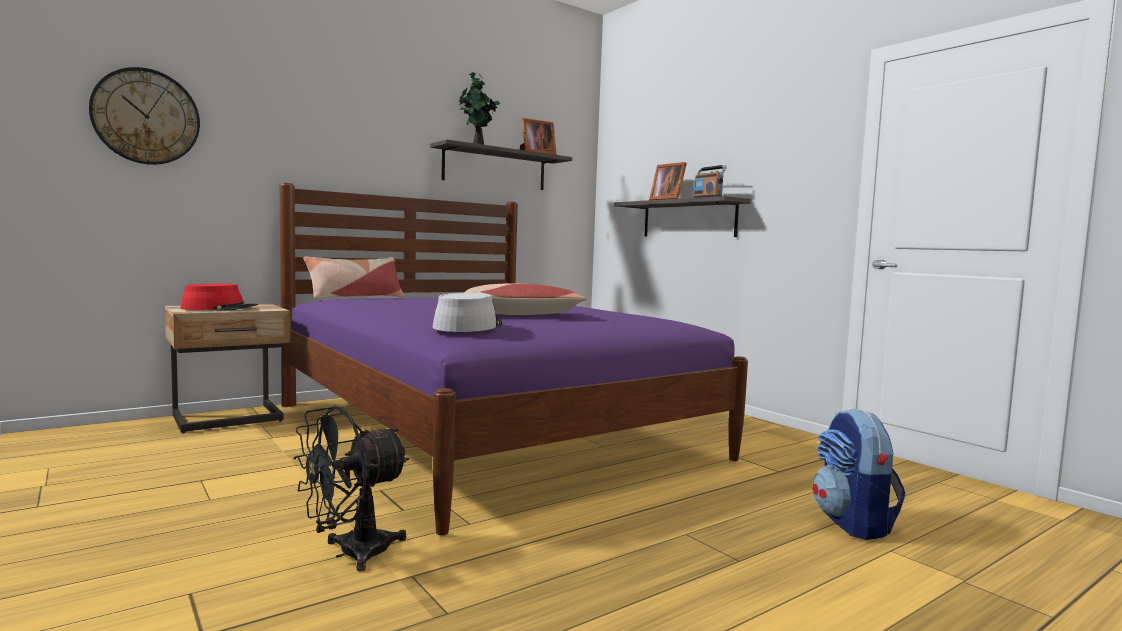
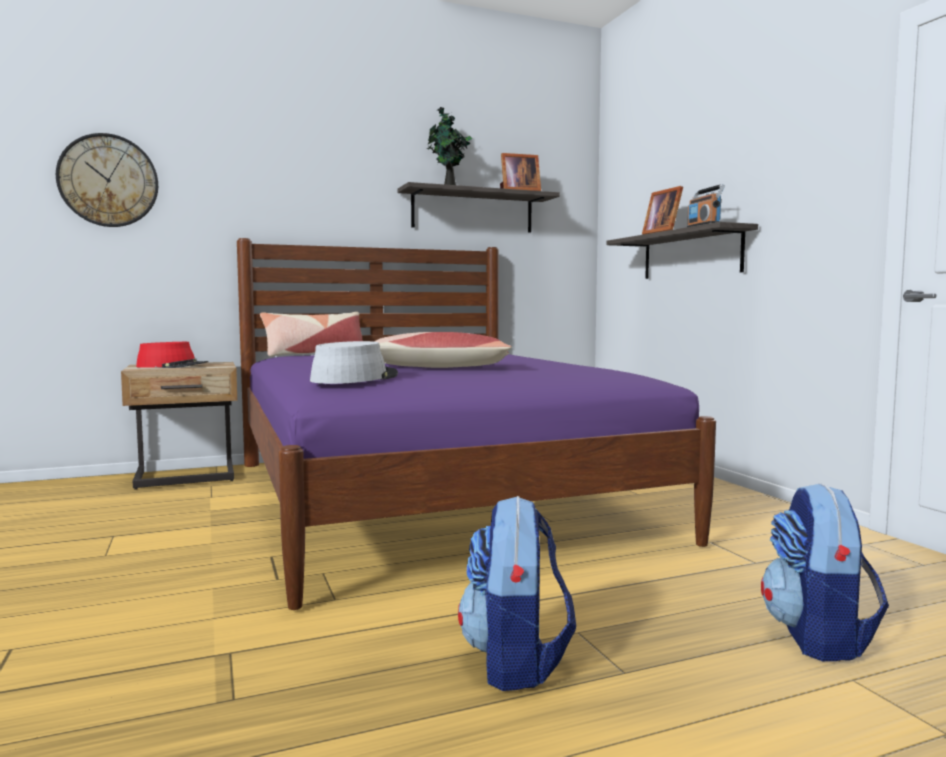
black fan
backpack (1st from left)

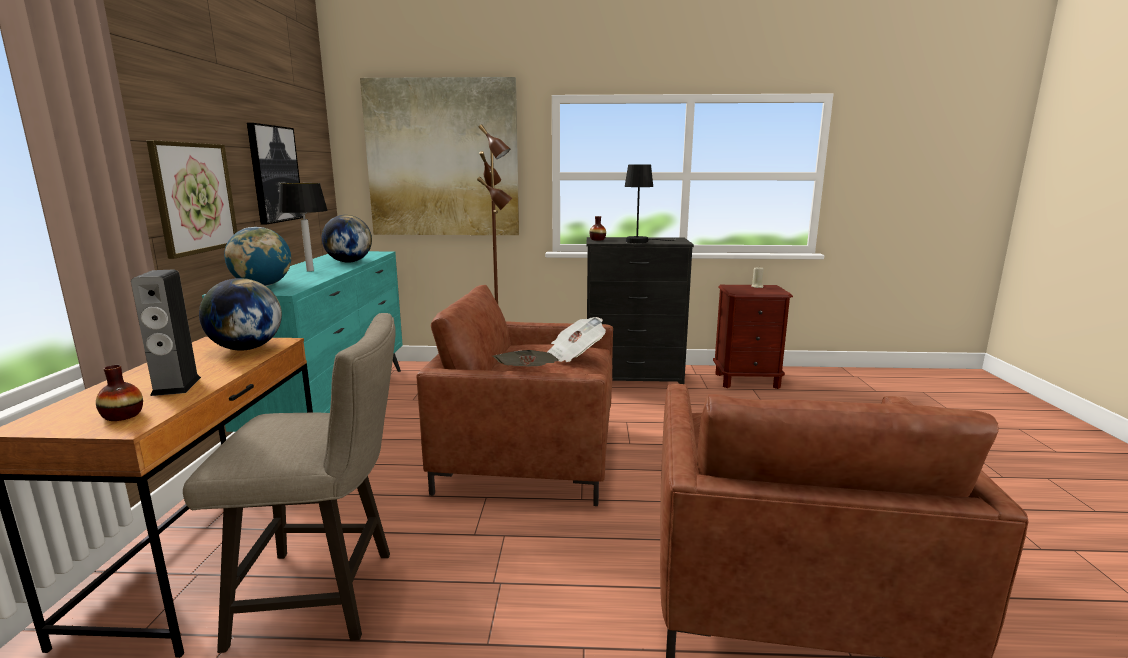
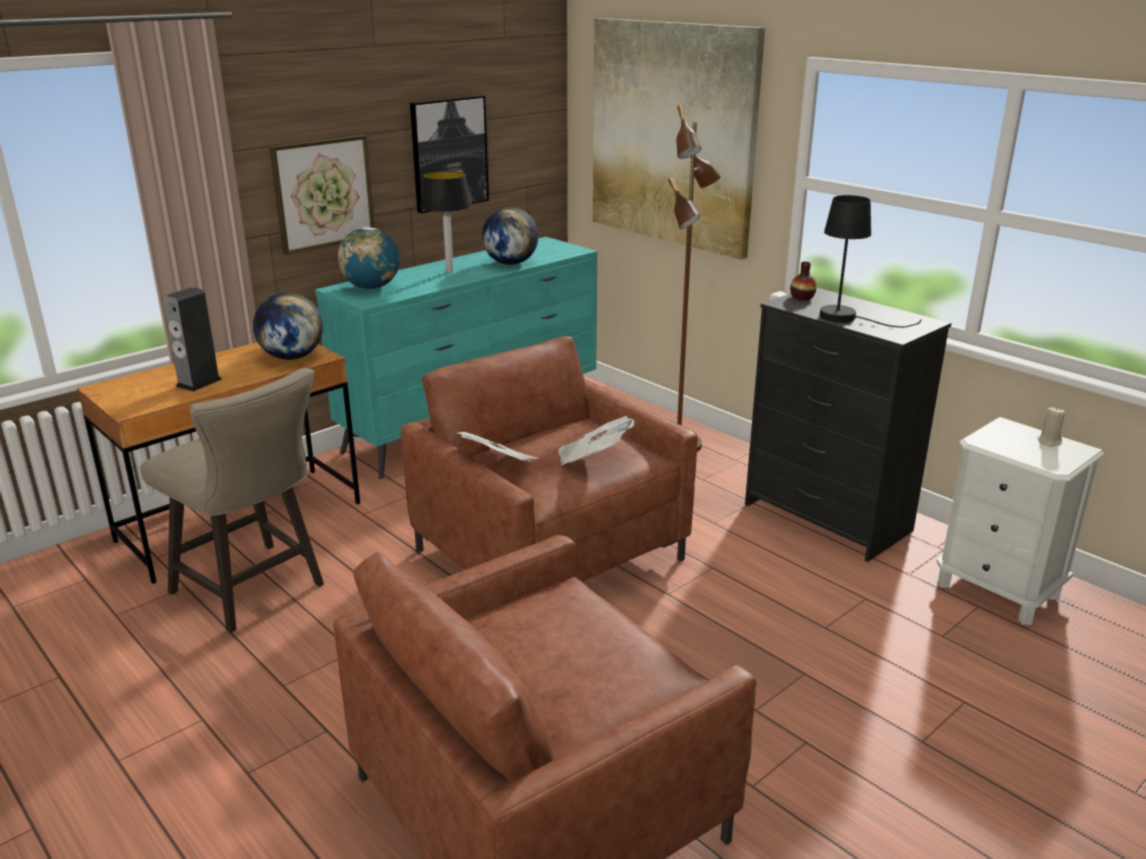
decorative vase (1st from left in the first image)
white-coloured nightstand

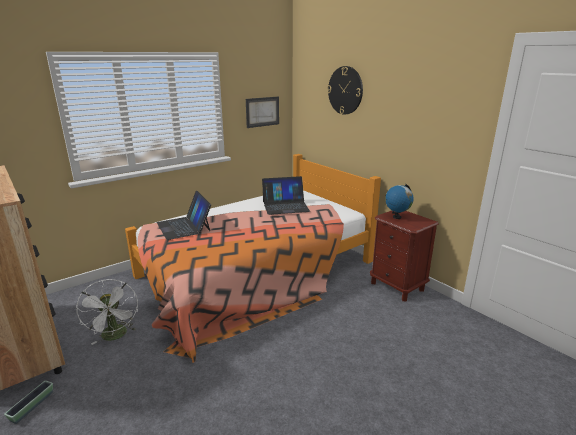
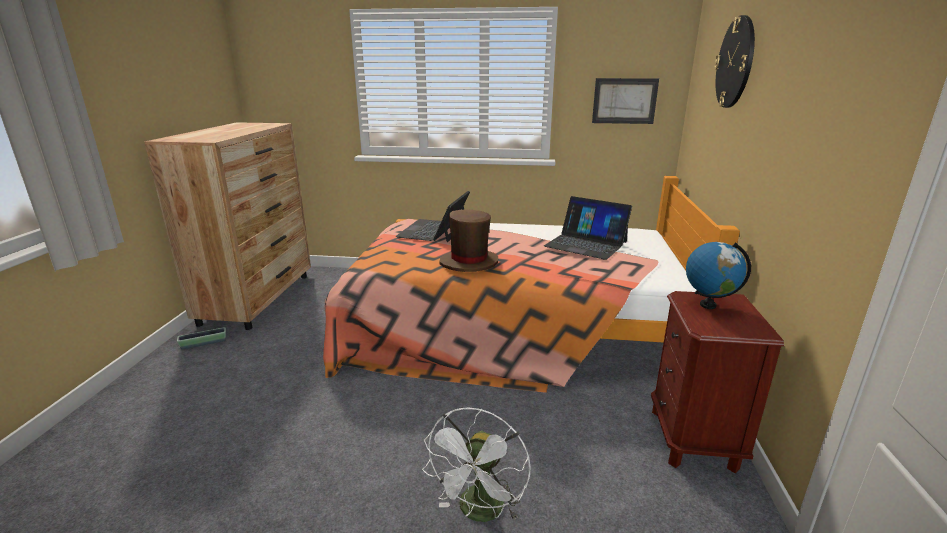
brown-coloured wearable hat
white-coloured fan

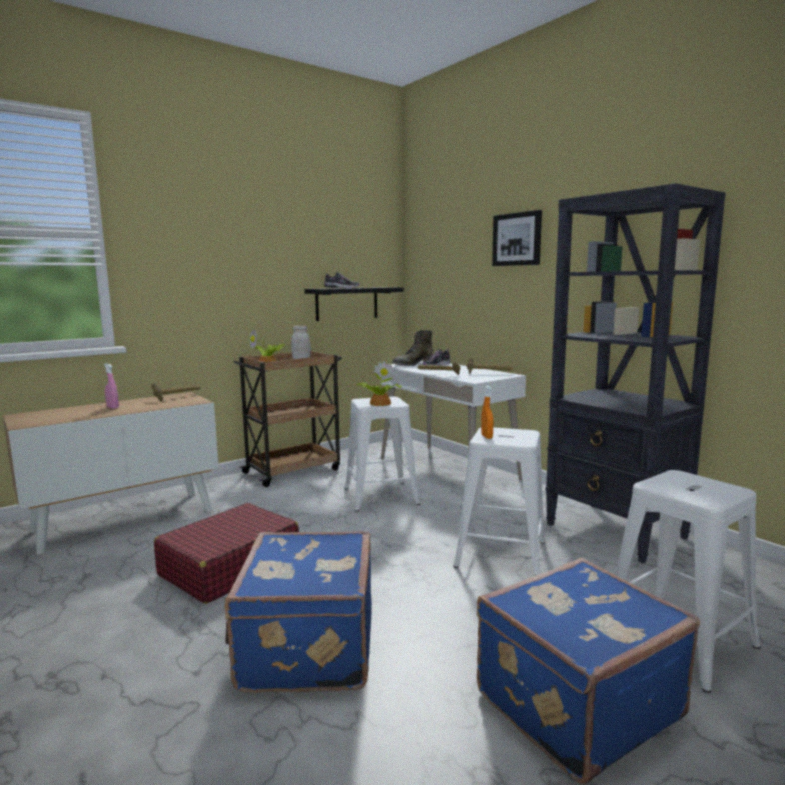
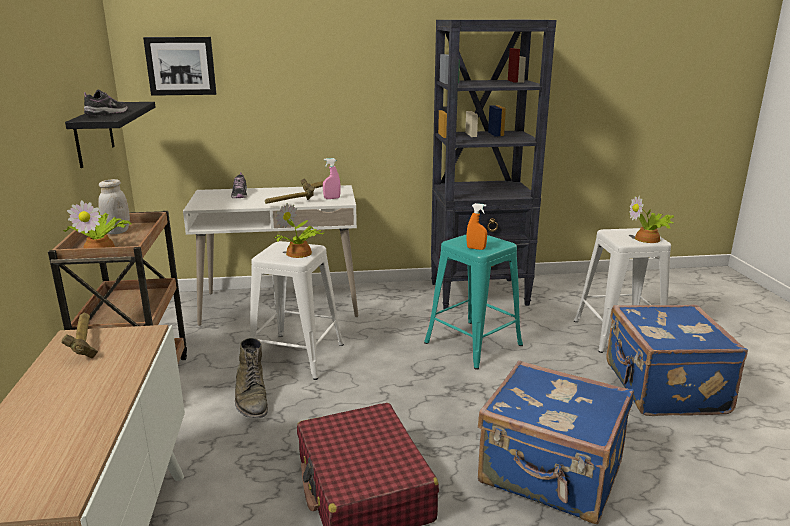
houseplant (3rd from left)
pink-coloured sprayer
green-coloured boot
wall picture
turquoise sitting stool

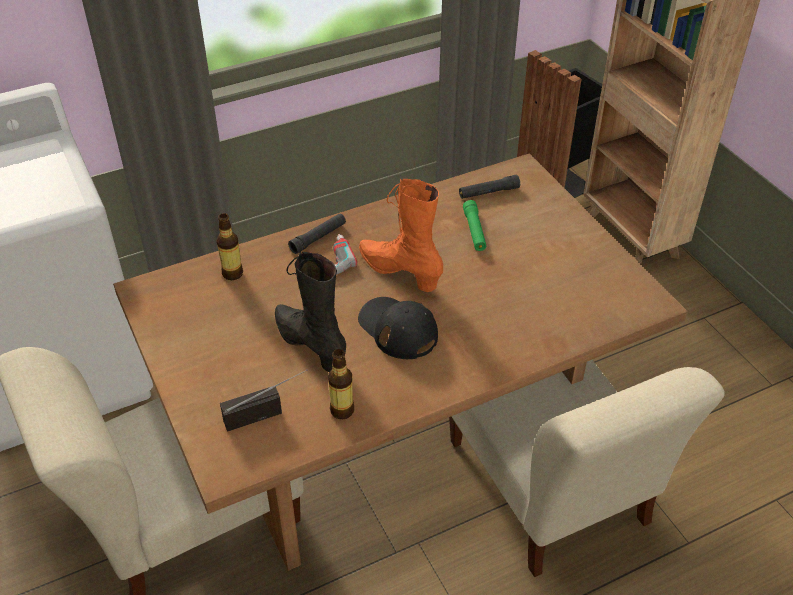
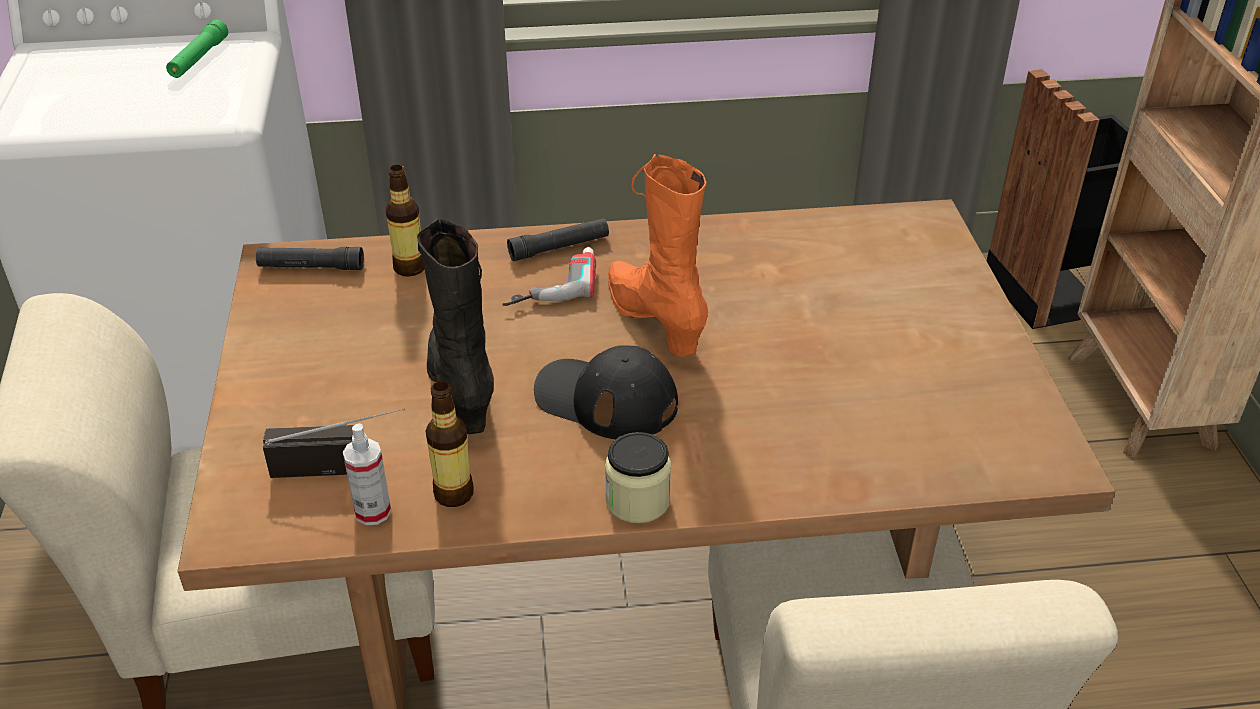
sprayer
preserve jar
black hand torch (1st from left)
green-coloured hand torch
black peaked cap

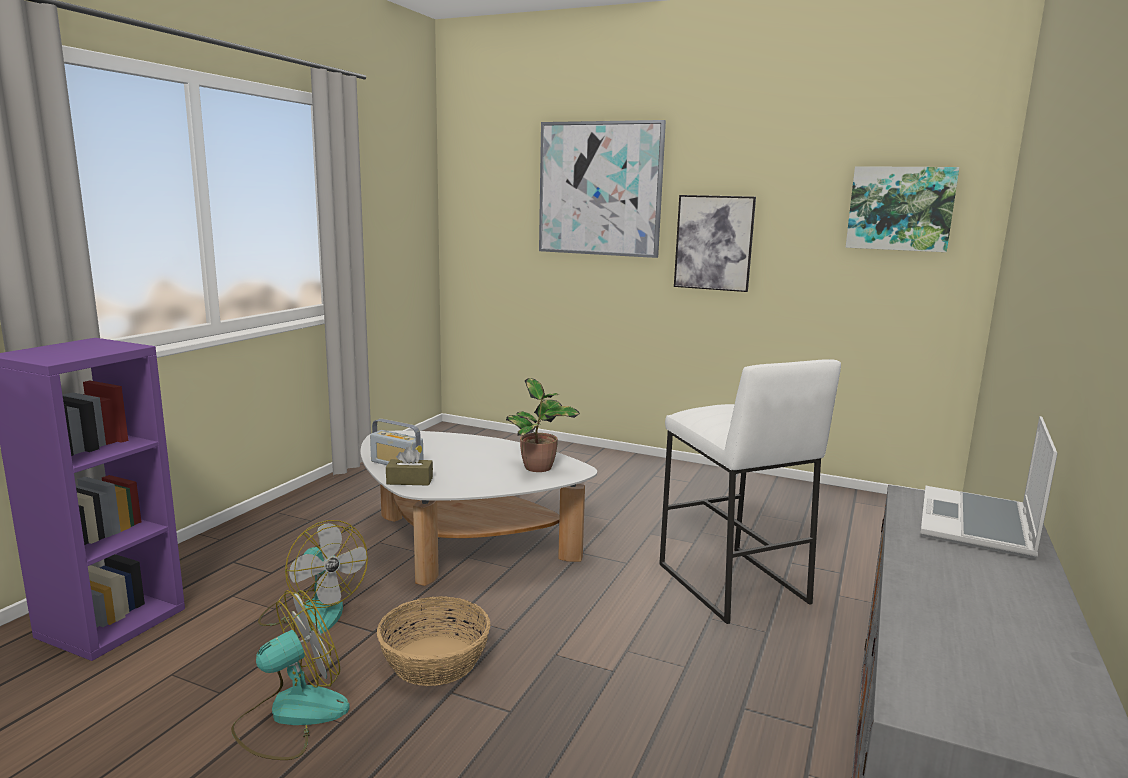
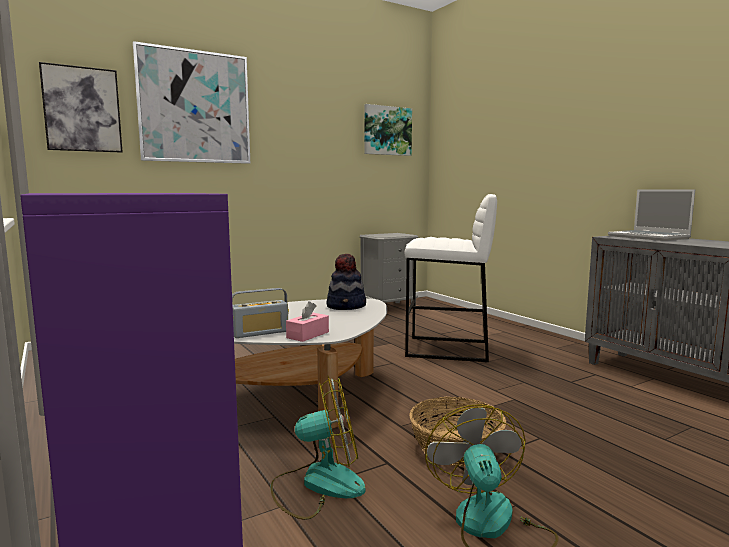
gray nightstand
wall picture (1st from left)
wearable hat
pink-coloured tissue box

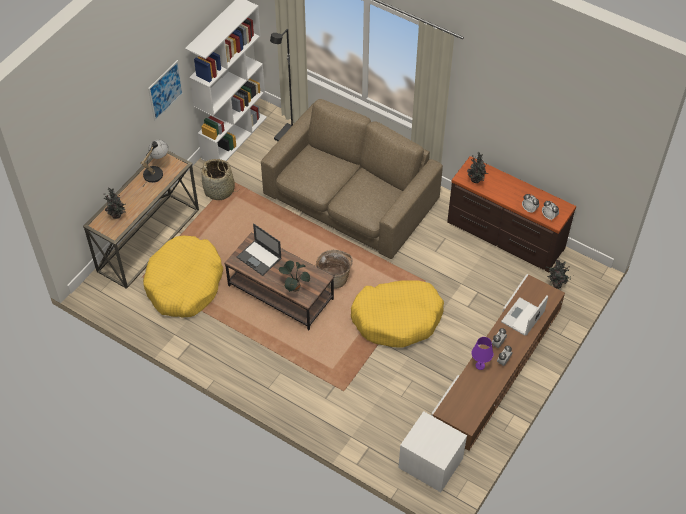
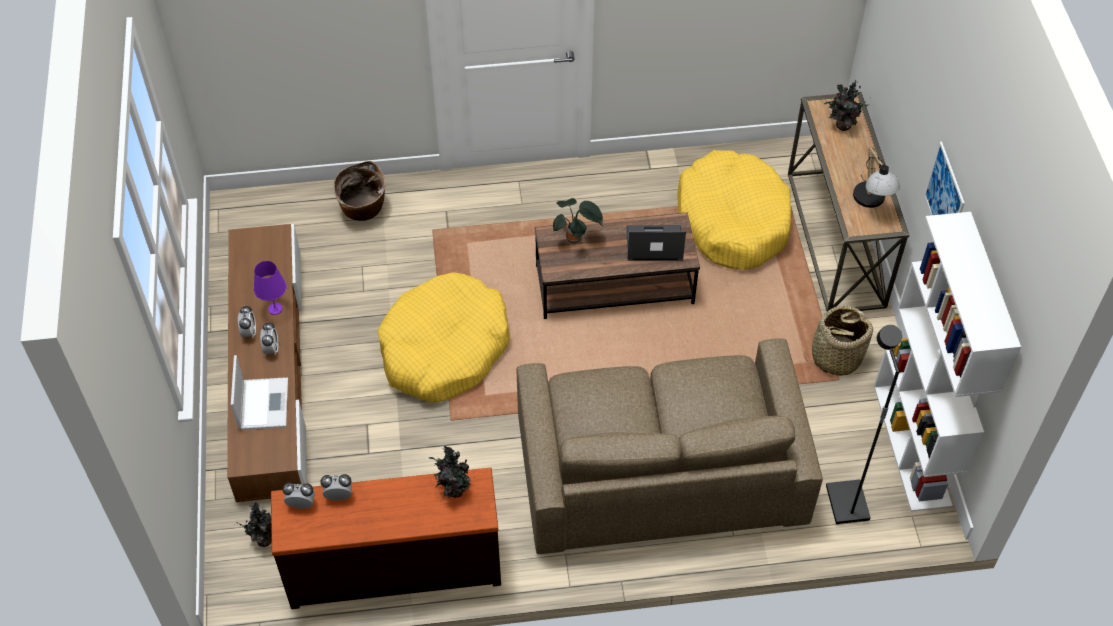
white-coloured nightstand
storage basket (1st from left)

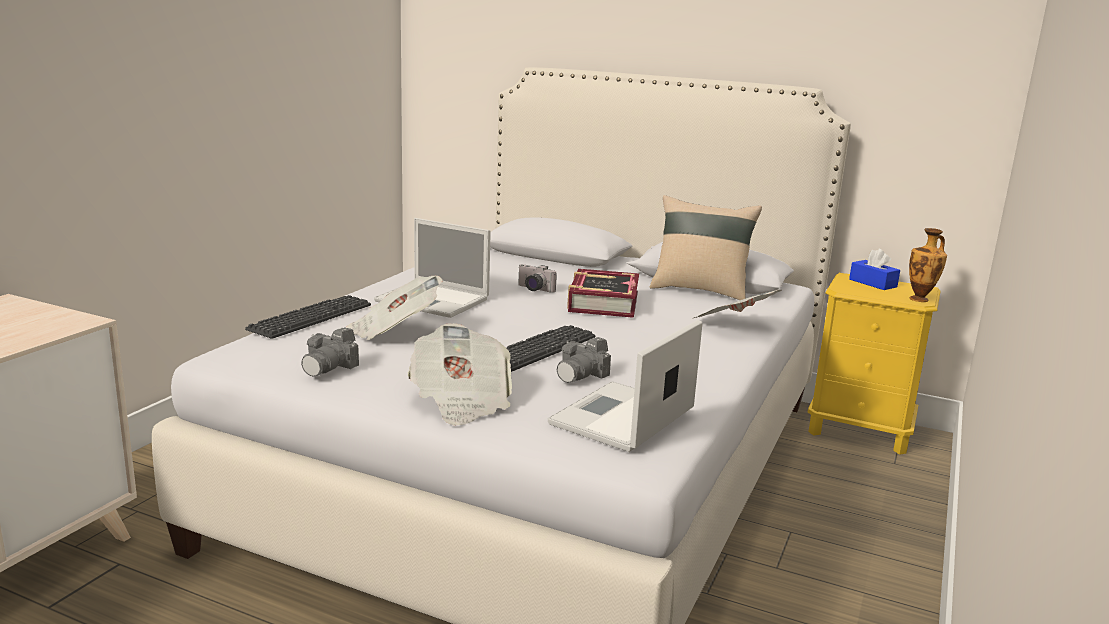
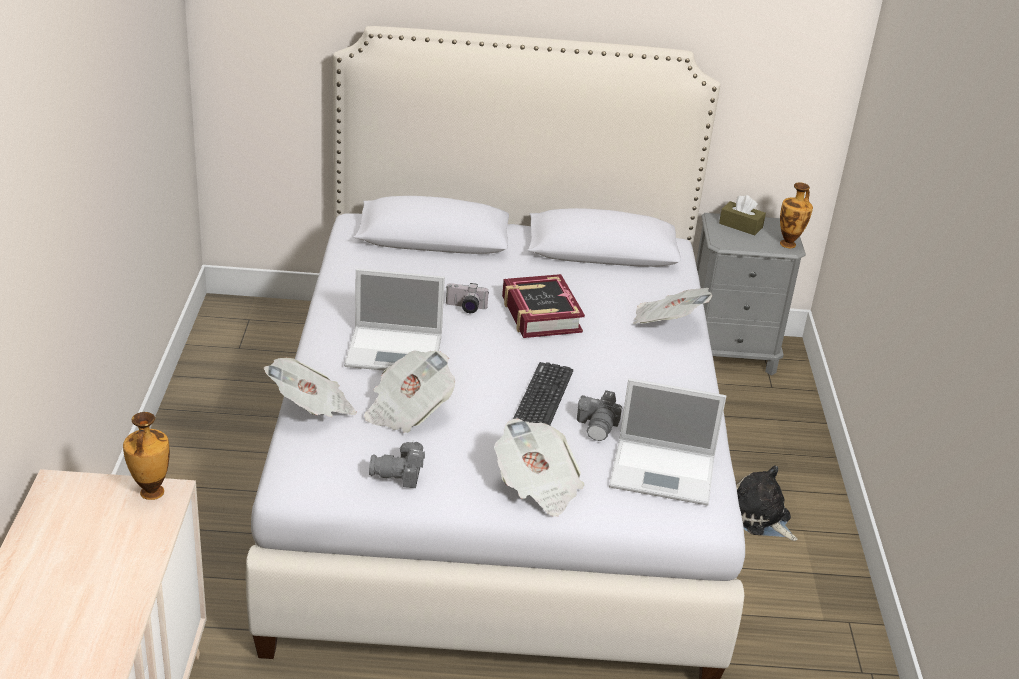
sand-coloured throw pillow
decorative vase (1st from left)
soft toy
newspaper (1st from left)
gray nightstand
brown-coloured tissue box
still camera (1st from left)
laptop (2nd from left)

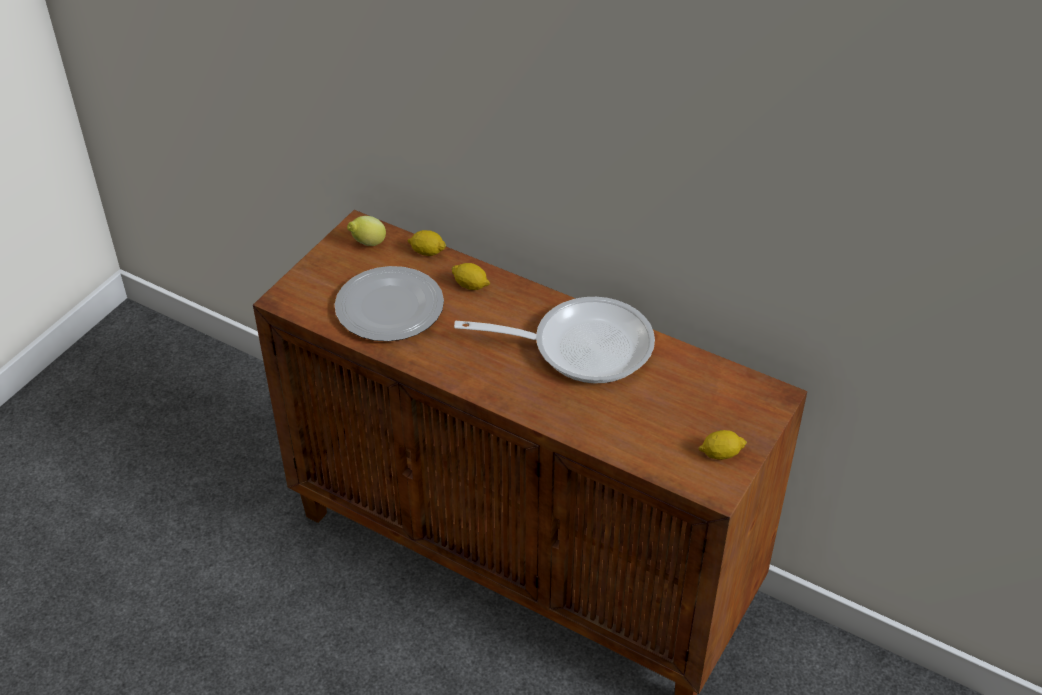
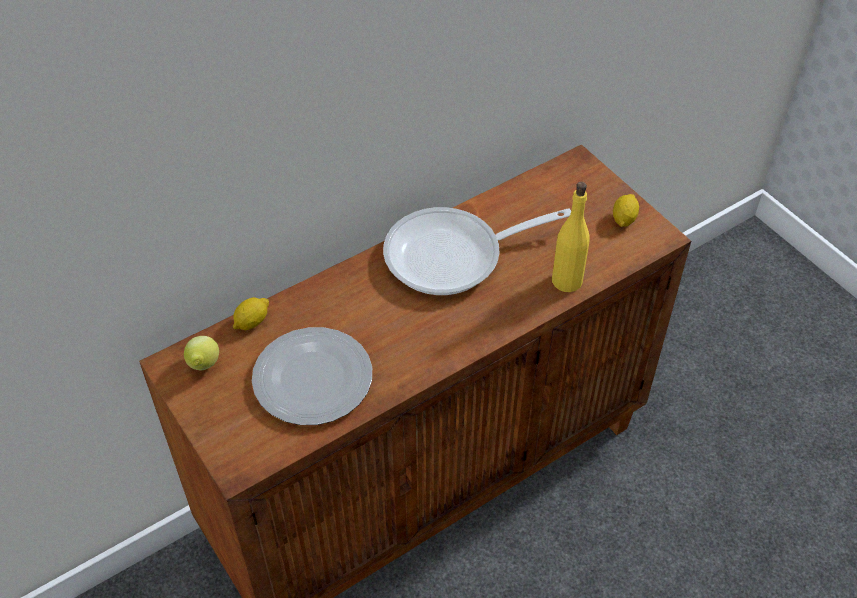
whole lemon (3rd from left in the first image)
yellow-coloured beverage bottle
skillet

